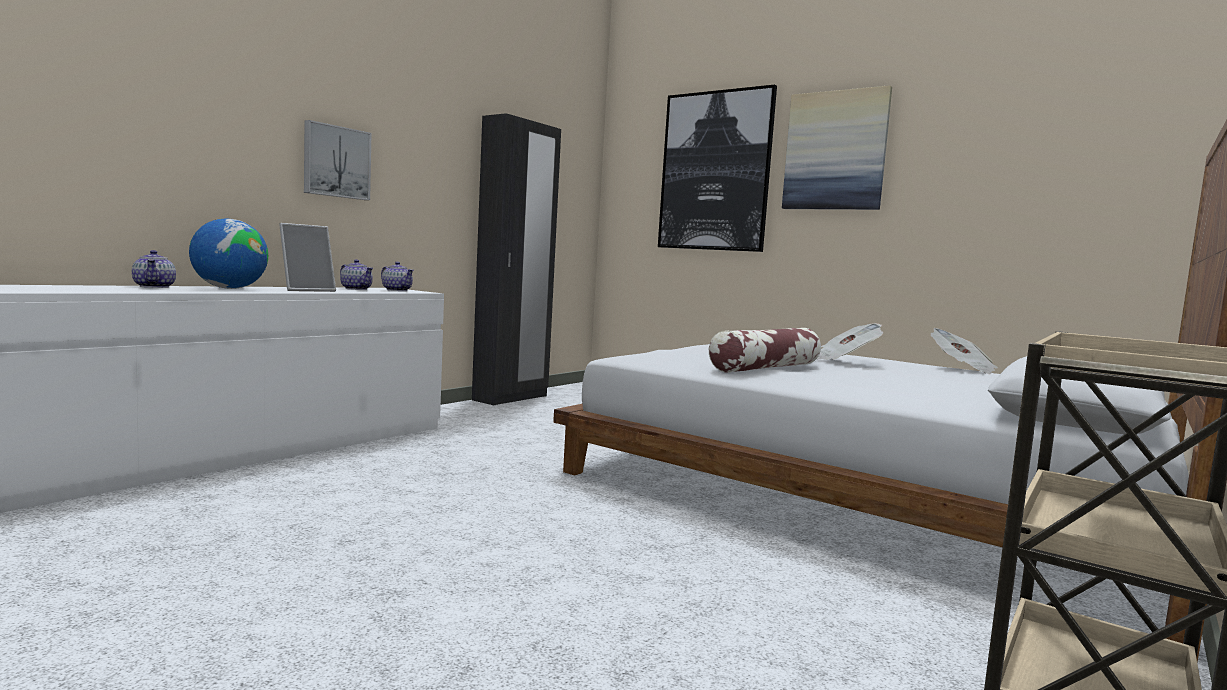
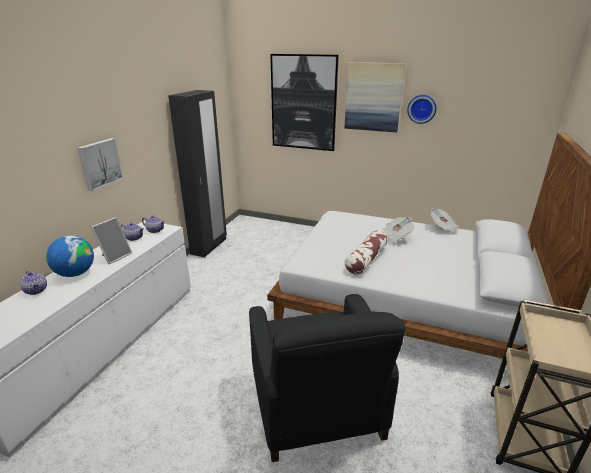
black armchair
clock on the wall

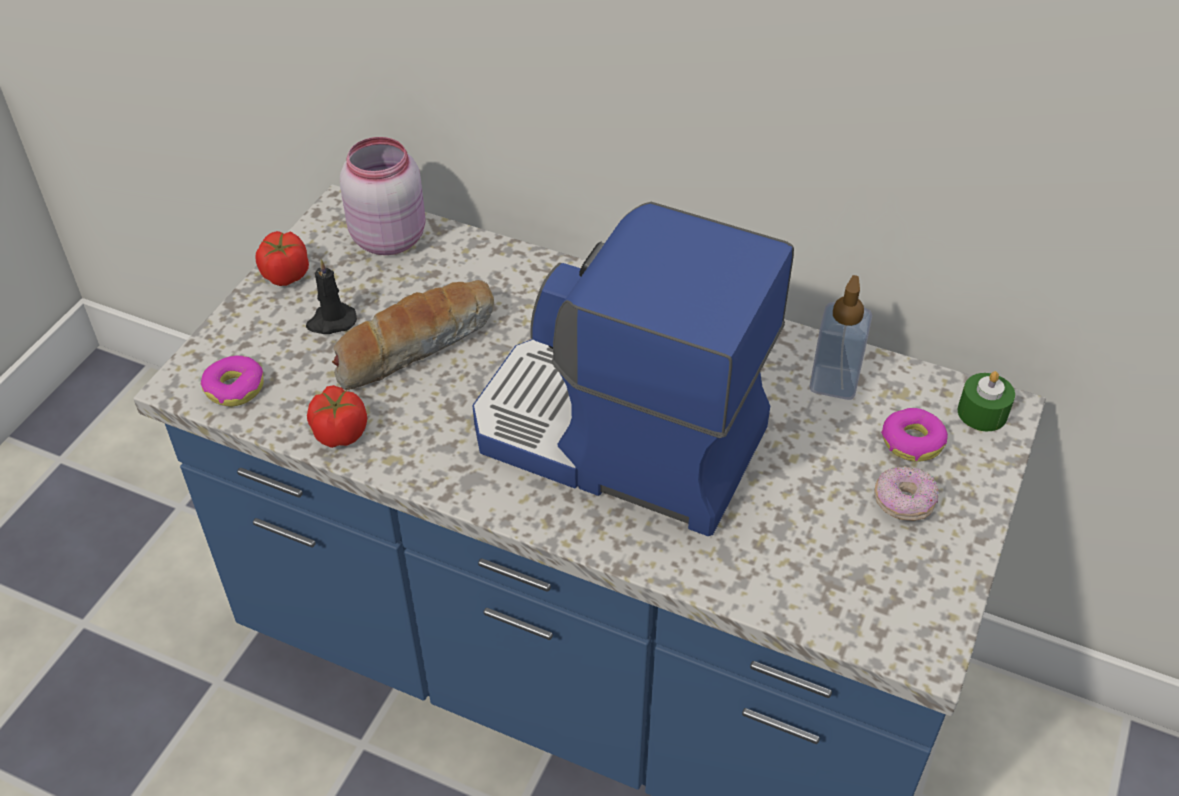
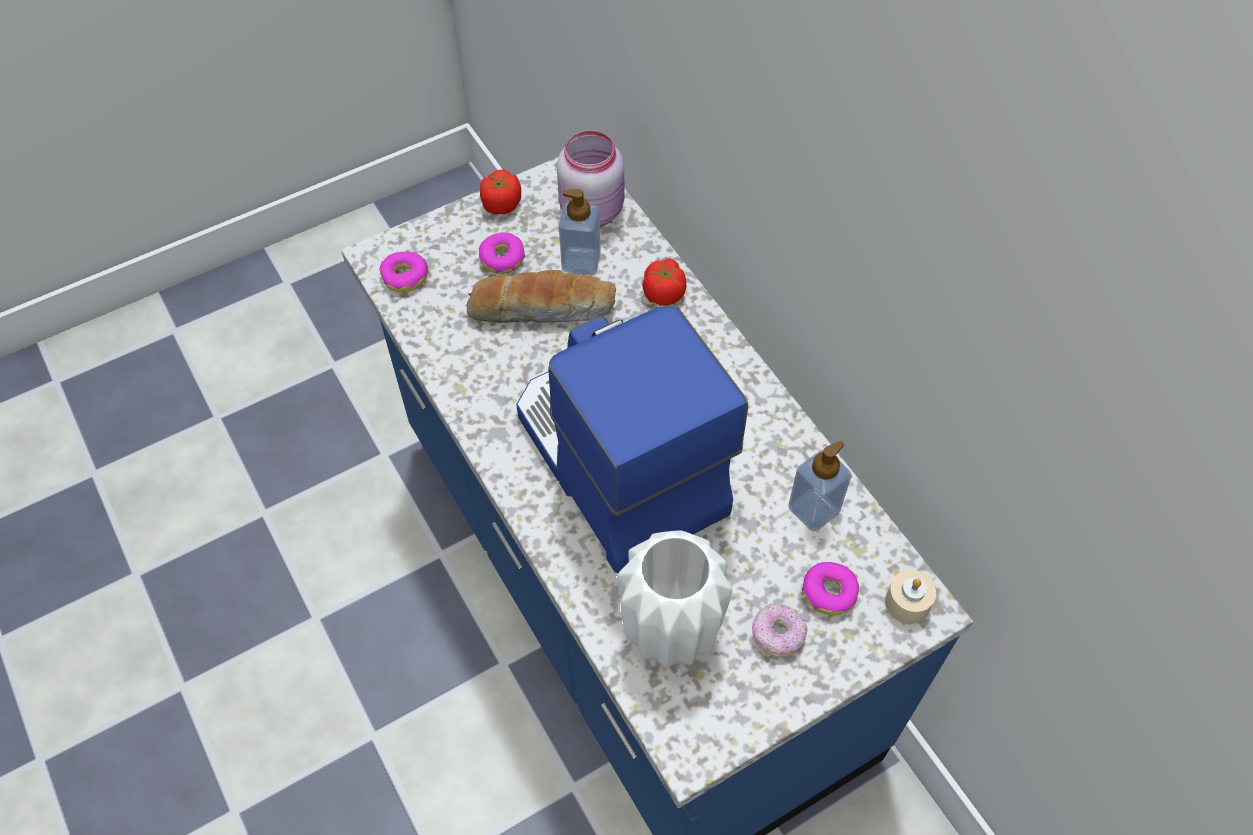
soap dispenser (1st from left)
white-coloured decorative vase
fresh tomato (2nd from left)
donut (2nd from left)
sand-coloured wax candle

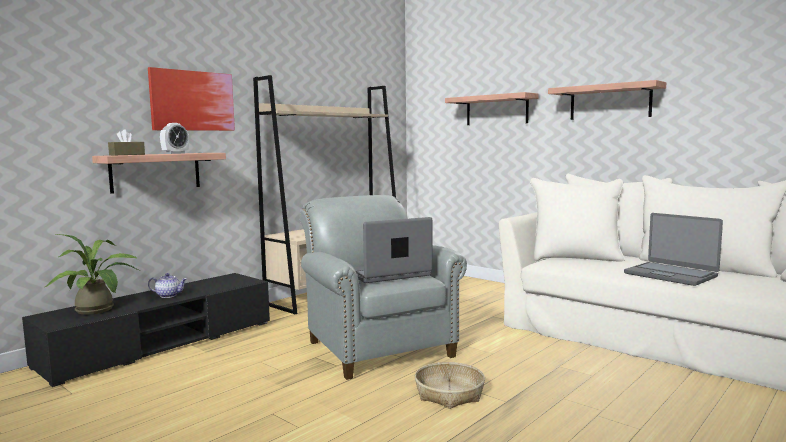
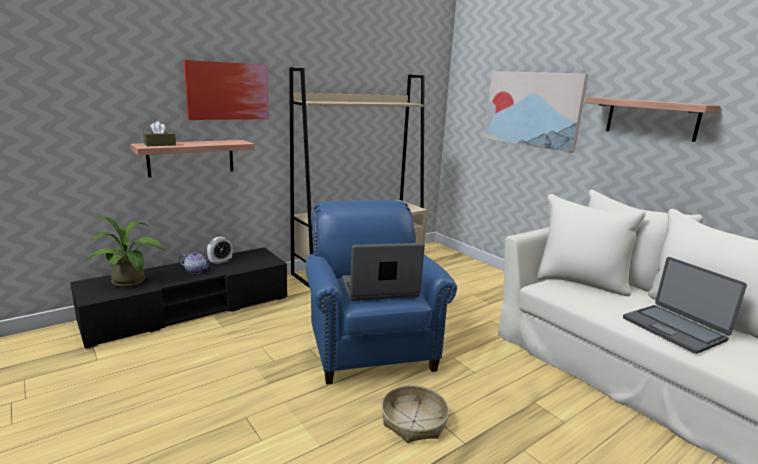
bedside clock
wall picture (2nd from left)
bluish armchair

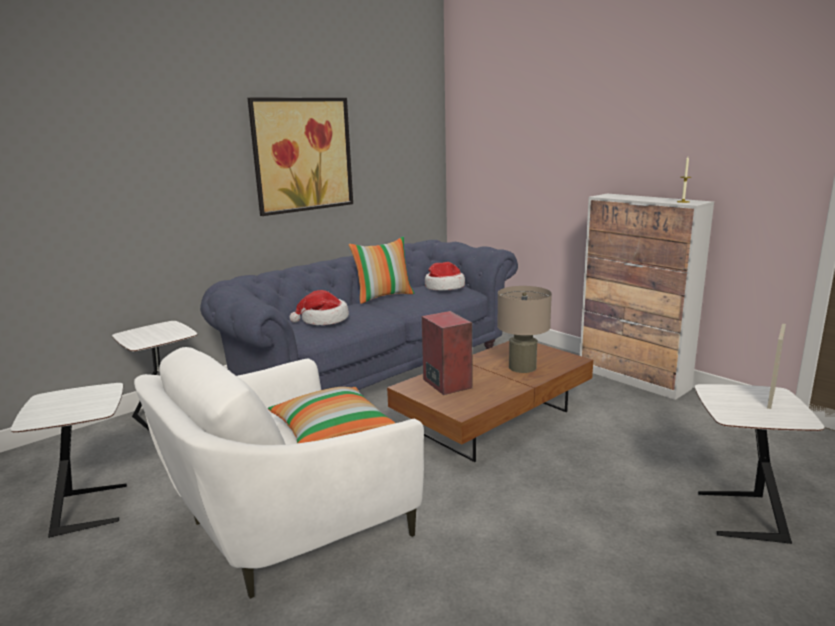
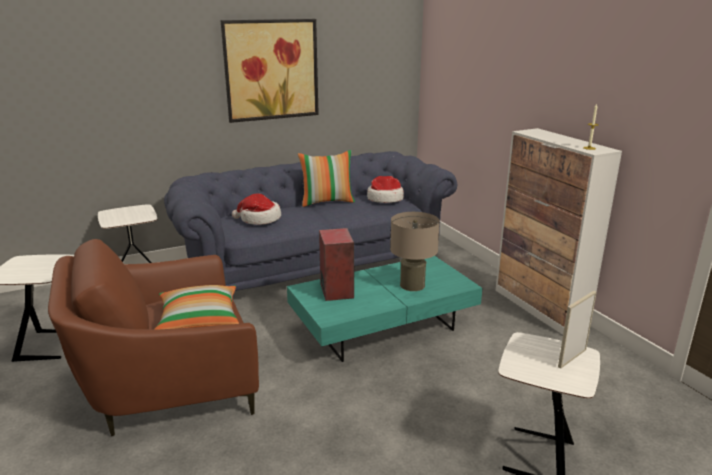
brown-coloured armchair
turquoise low table

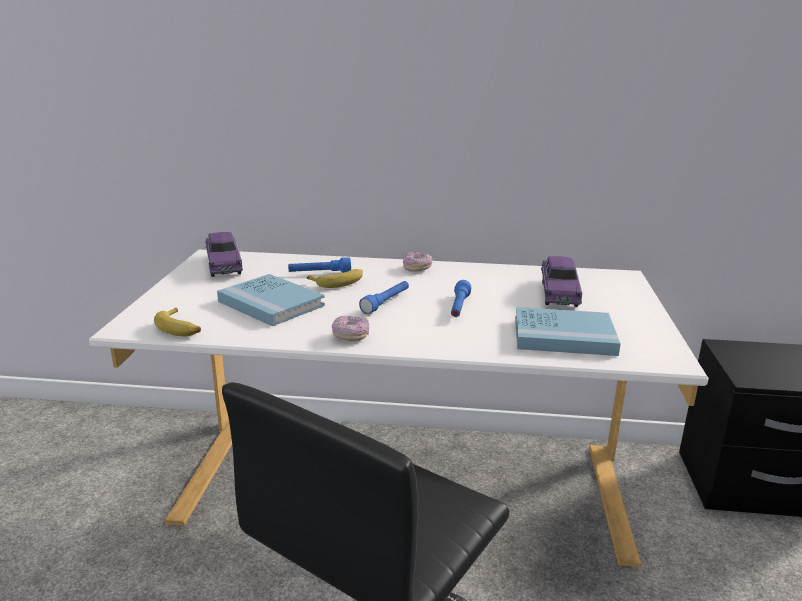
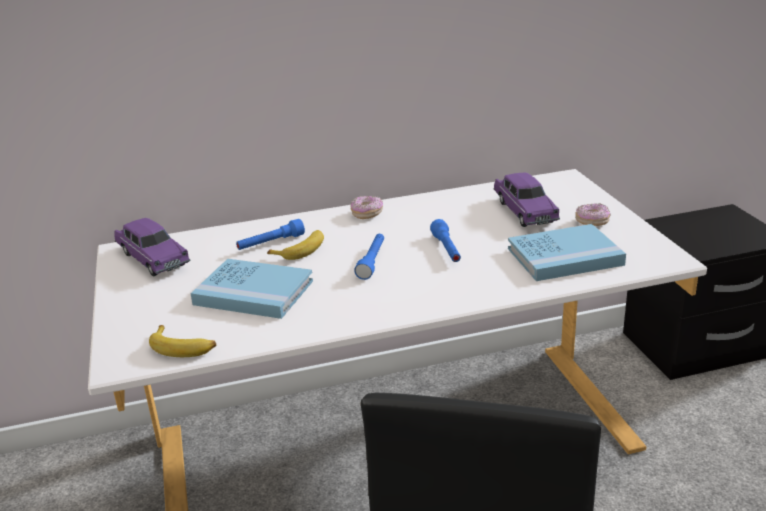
donut (2nd from left)

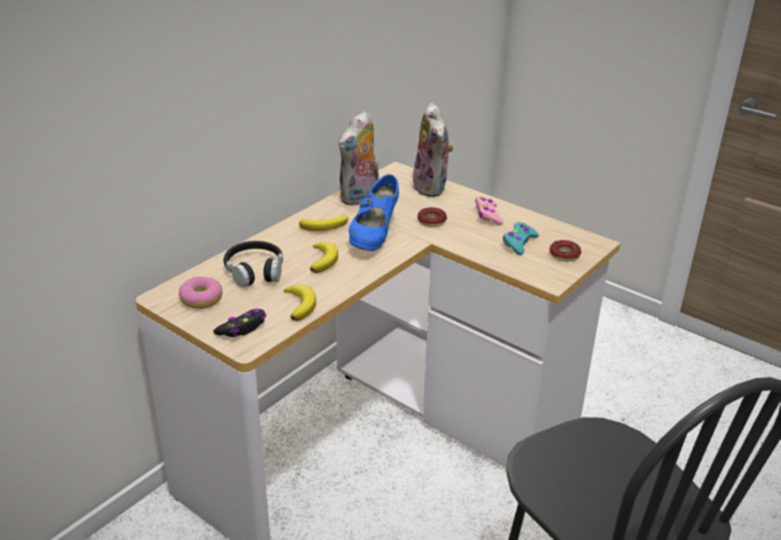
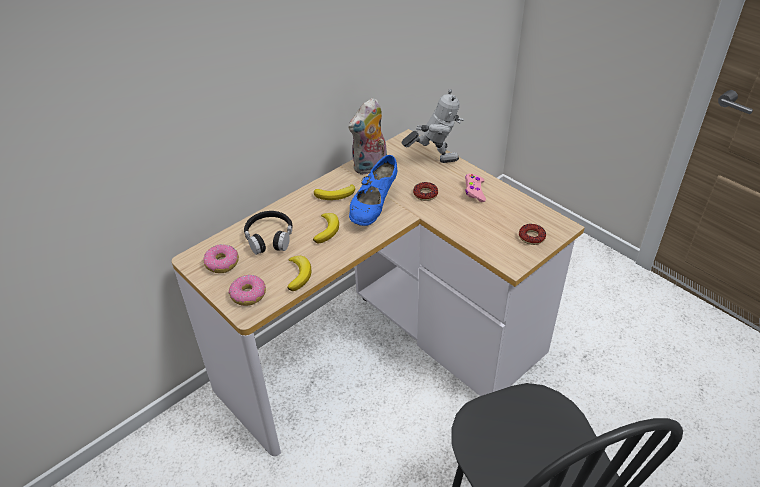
turquoise game controller
donut (2nd from left)
model robot

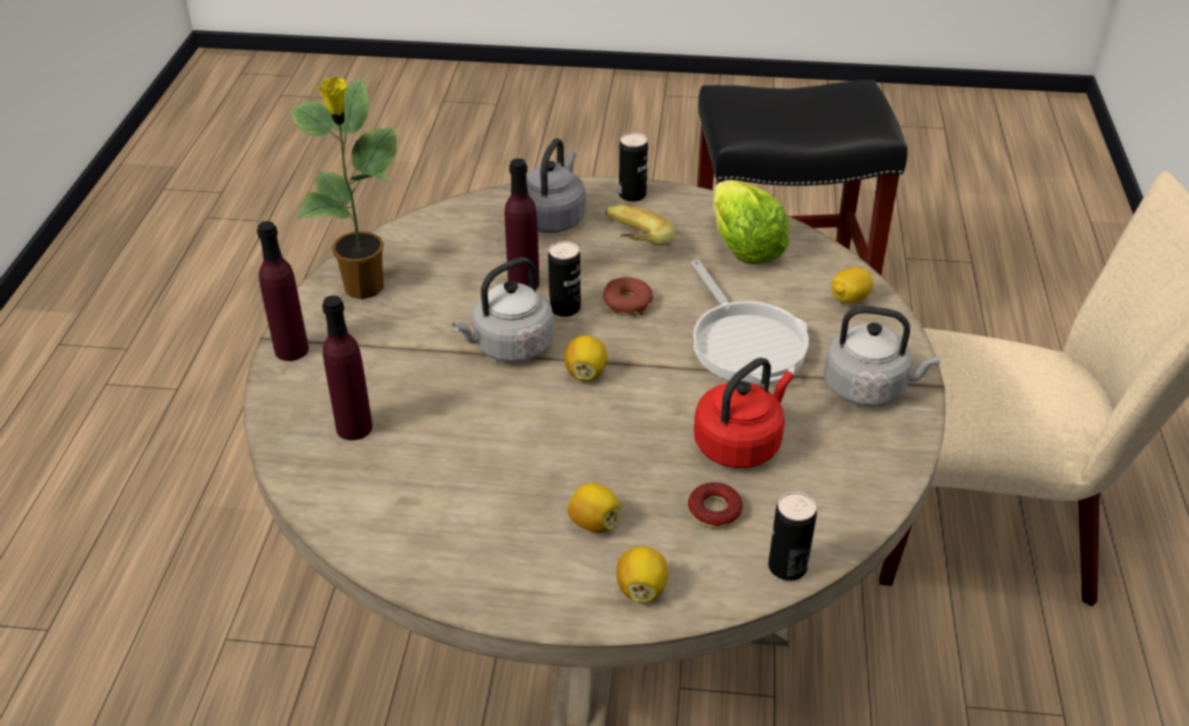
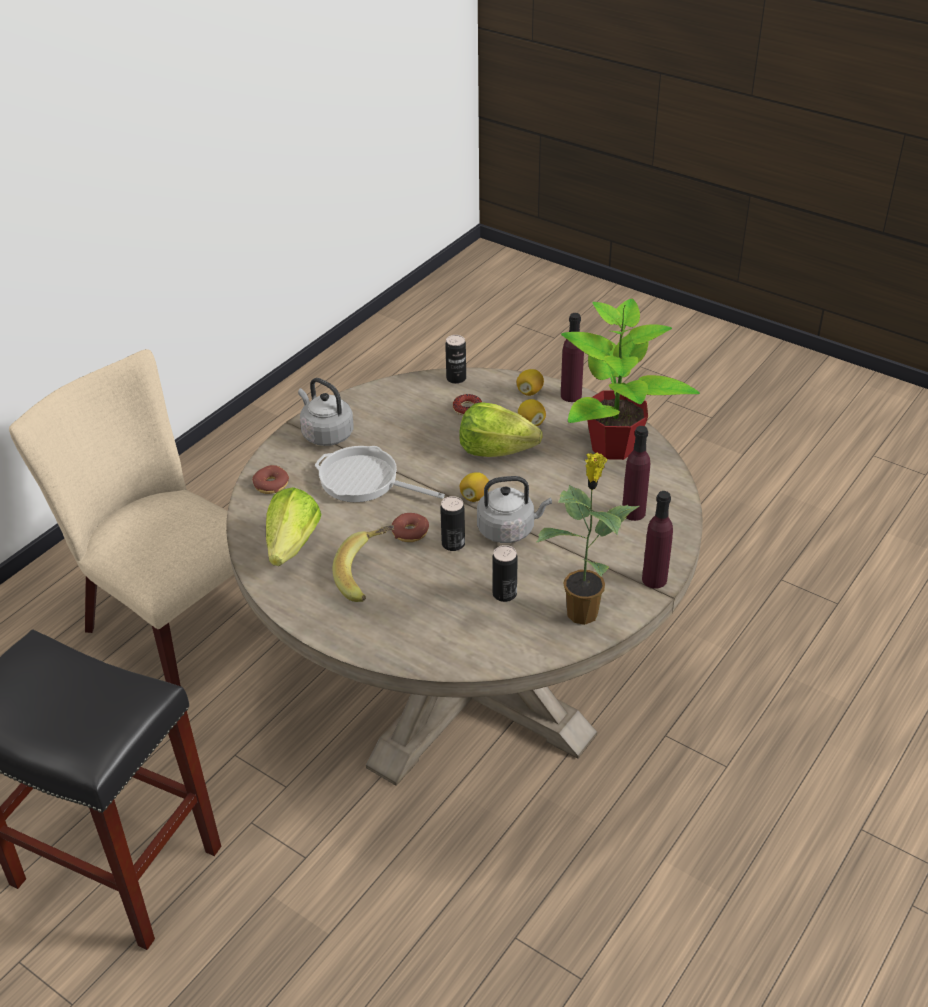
gray tea kettle (2nd from left in the first image)
red-coloured tea kettle
lettuce head (2nd from left)
houseplant (2nd from left)
purple beverage bottle (1st from left)
sealed can (3rd from left)
donut (1st from left)
skillet

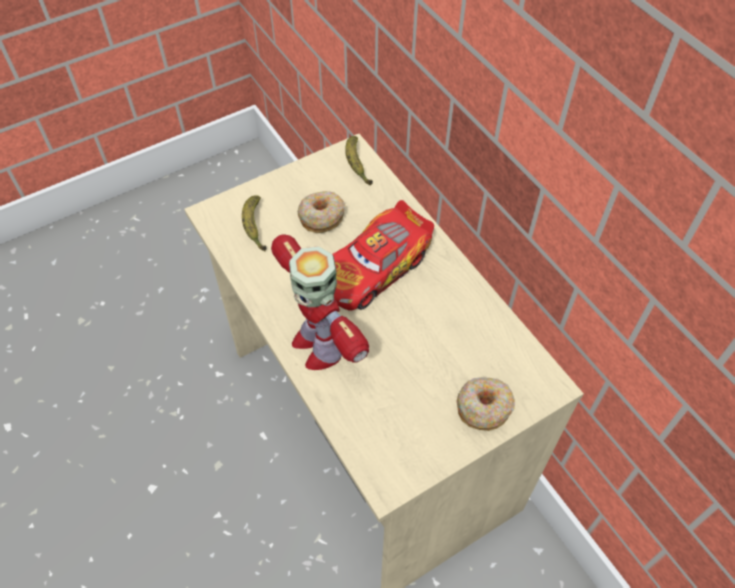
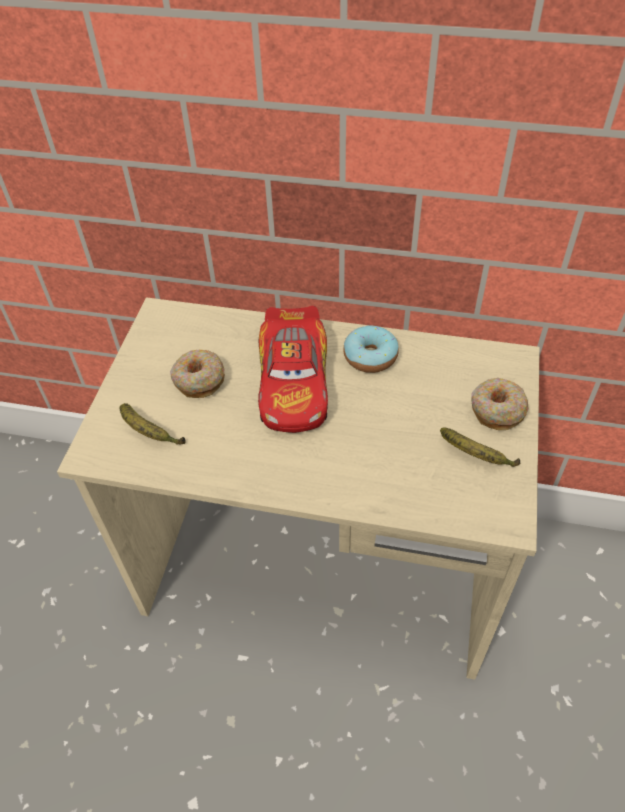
model robot
donut (2nd from left)
banana (2nd from left)

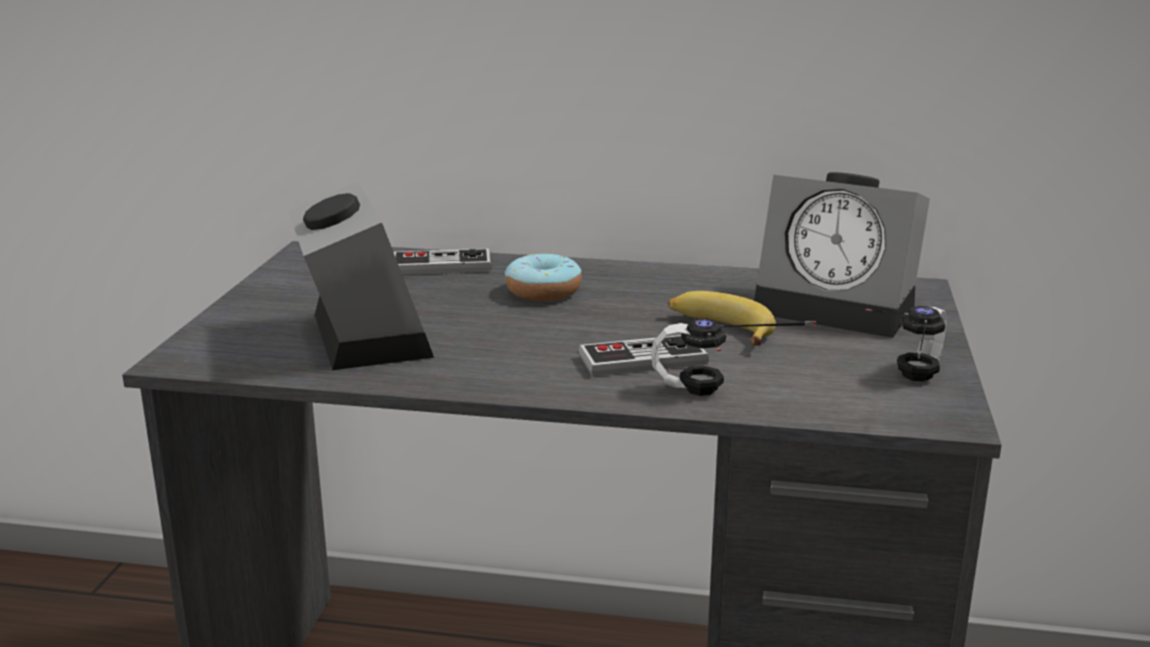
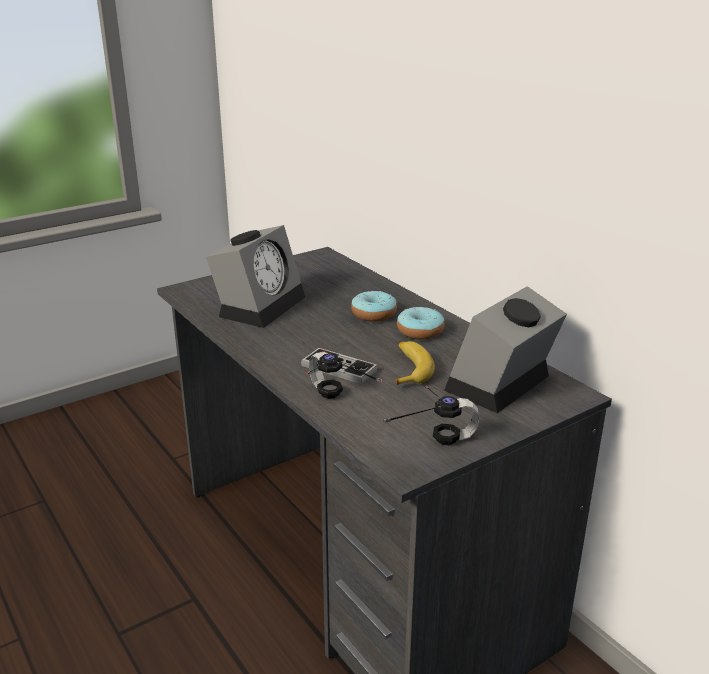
game controller (1st from left in the first image)
donut (2nd from left)
bedside clock (2nd from left)

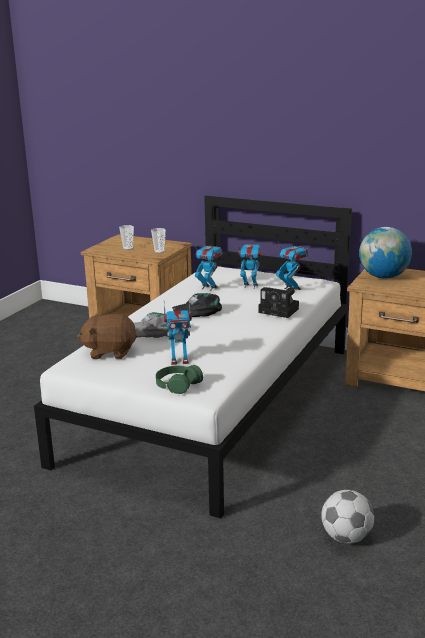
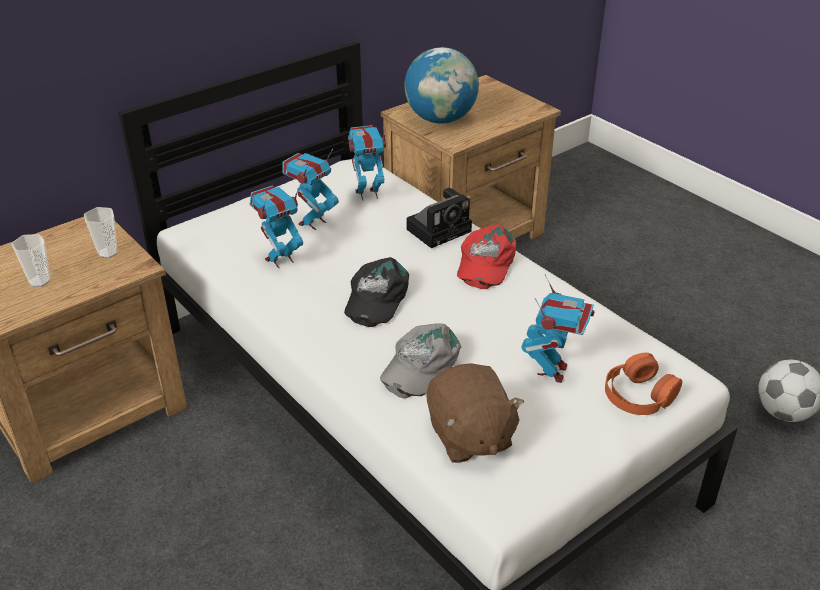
red-coloured peaked cap
orange-coloured headphones
brown-coloured soft toy

